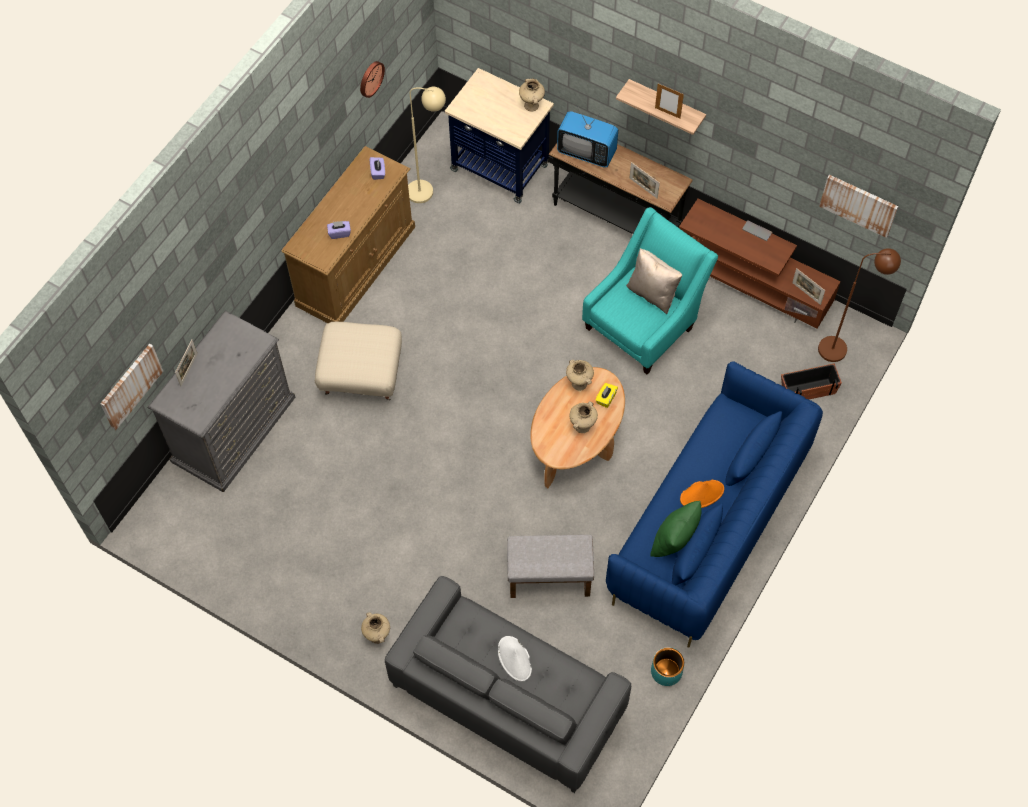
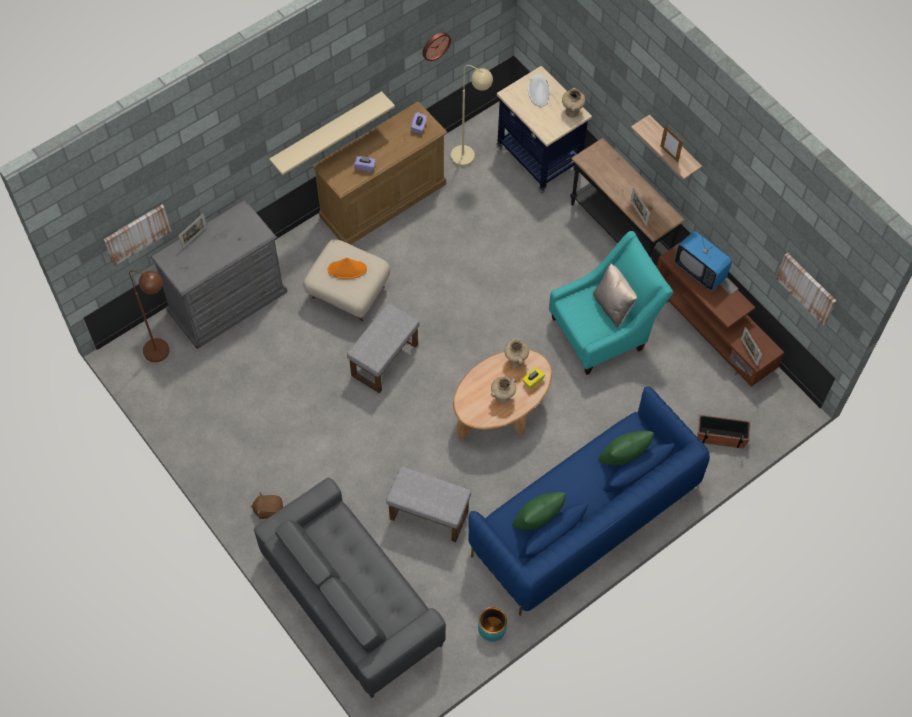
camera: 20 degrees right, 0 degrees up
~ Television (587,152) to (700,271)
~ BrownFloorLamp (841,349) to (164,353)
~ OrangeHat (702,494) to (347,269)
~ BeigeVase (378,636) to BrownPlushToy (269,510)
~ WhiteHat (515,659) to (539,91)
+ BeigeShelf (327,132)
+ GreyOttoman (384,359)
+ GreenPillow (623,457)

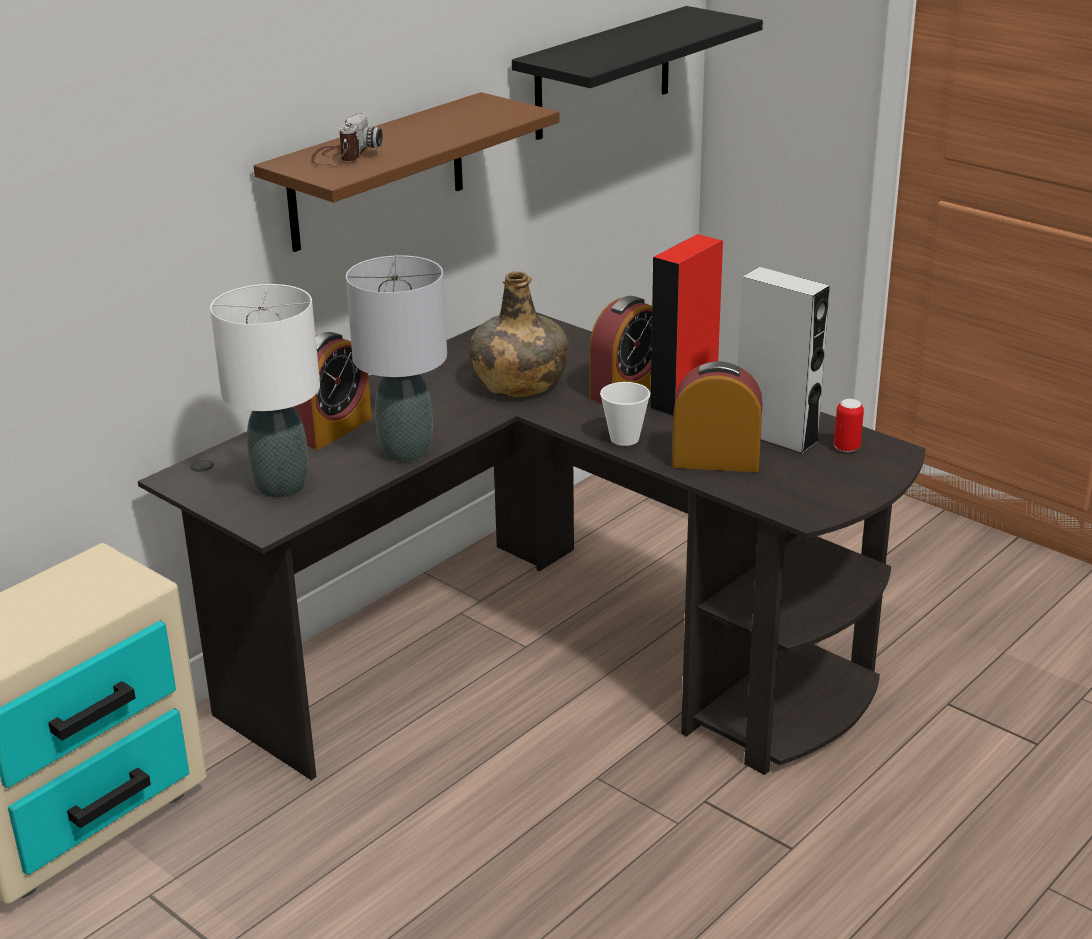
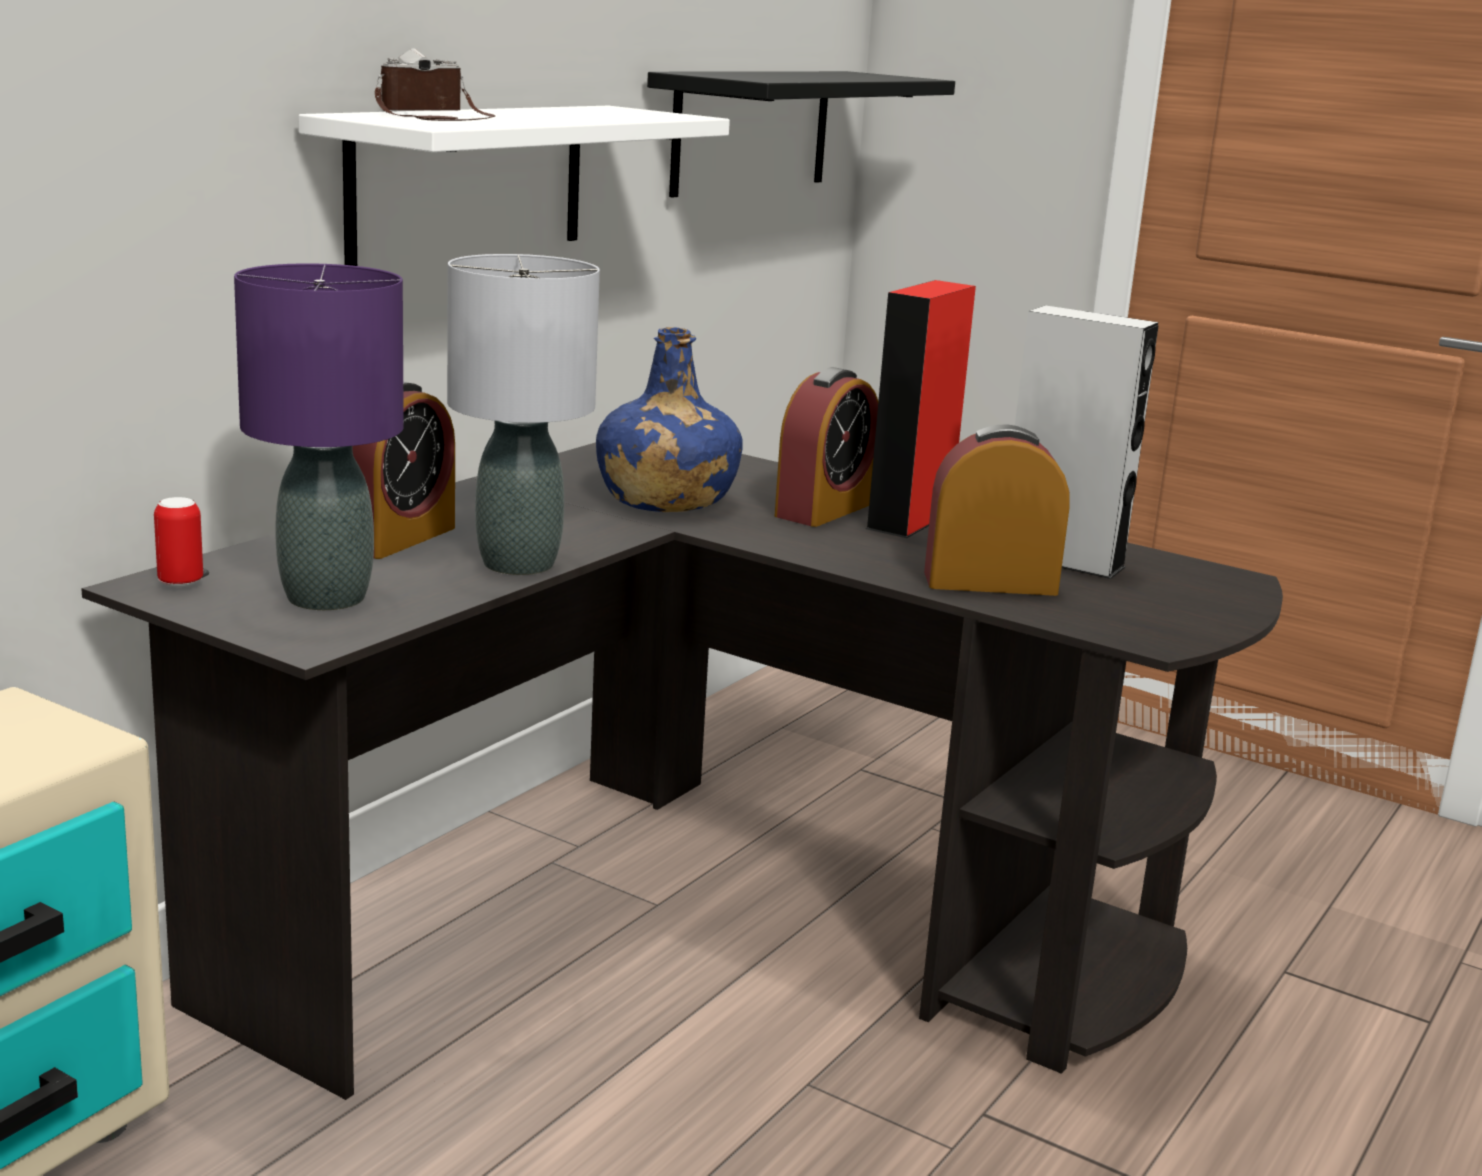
camera: 10 degrees left, 10 degrees down
~ BrownShelf (377,173) to WhiteShelf (468,182)
~ PhotoCamera (342,155) = (435,116) 135 degrees counterclockwise
~ GreenBottle (518,383) to BlueBottle (664,499)
~ WhiteTableLamp (282,486) to PurpleTableLamp (327,597)
- Cup (624,439)
~ Can (846,448) to (180,582)

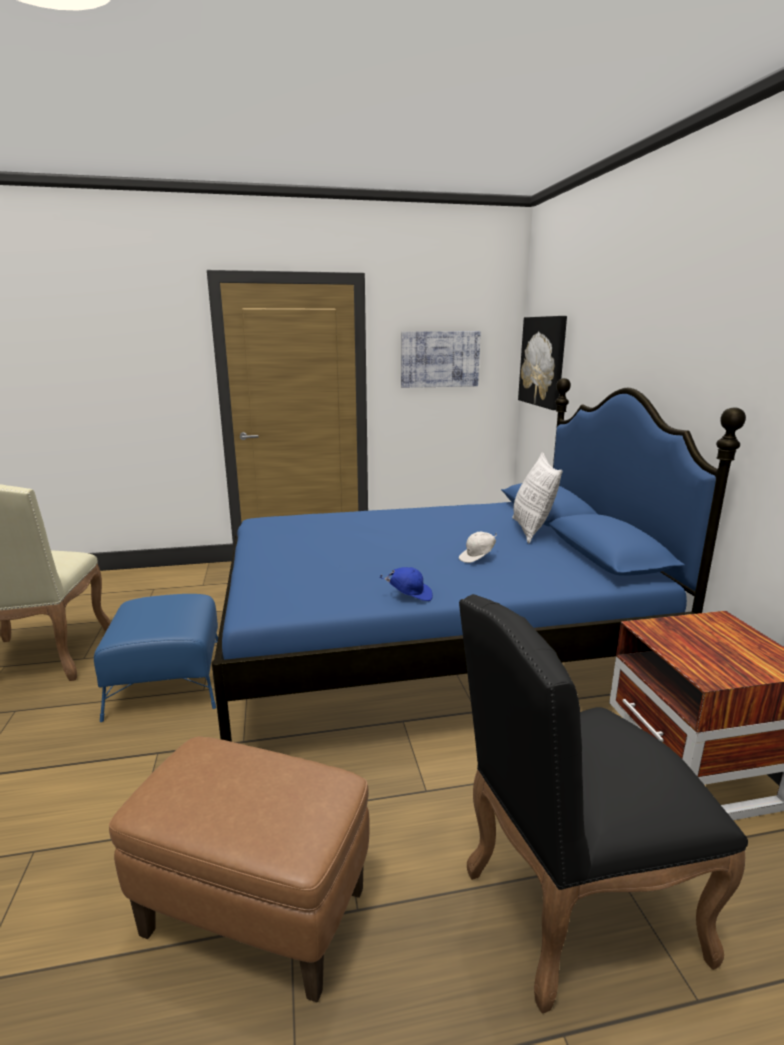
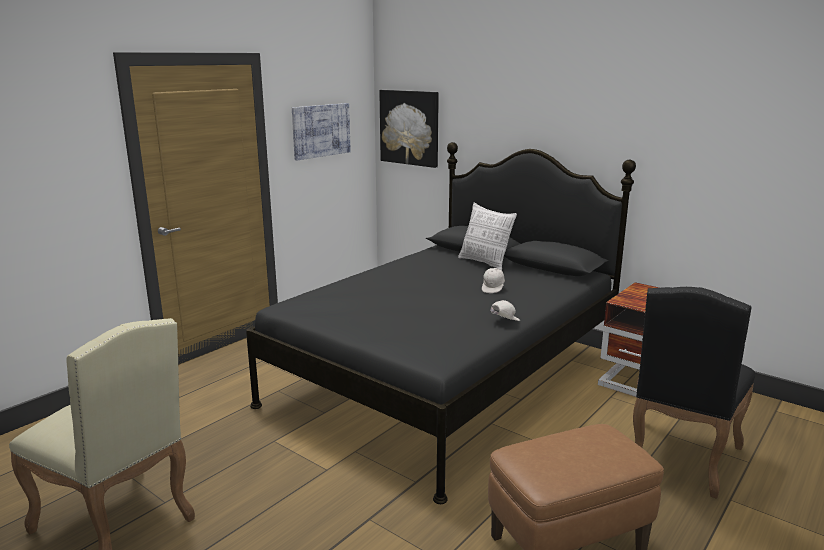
camera: 40 degrees left, 0 degrees up
~ BlueBed (430,655) to BlackBed (447,380)
~ BlueCap (409,595) to WhiteCap (503,321)
- BlueOttoman (167,684)

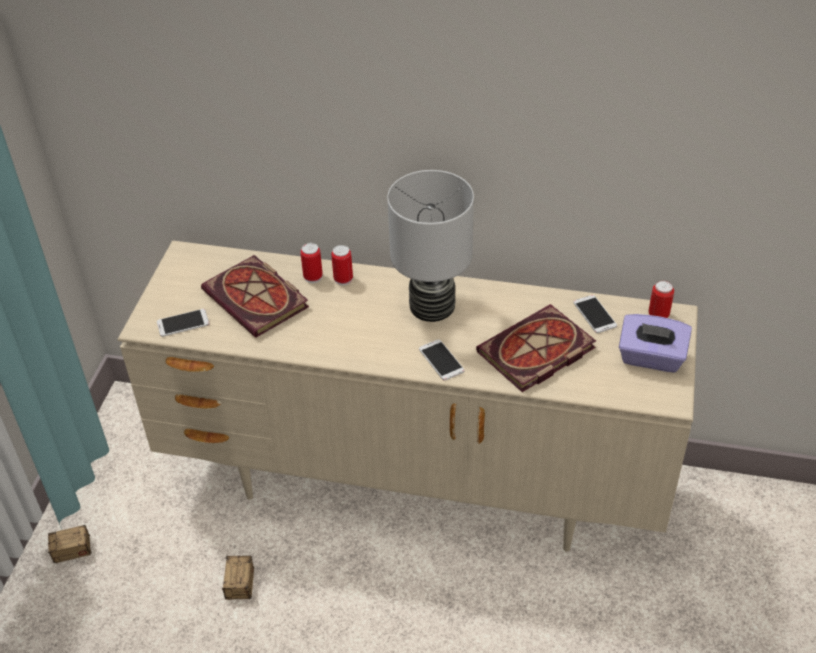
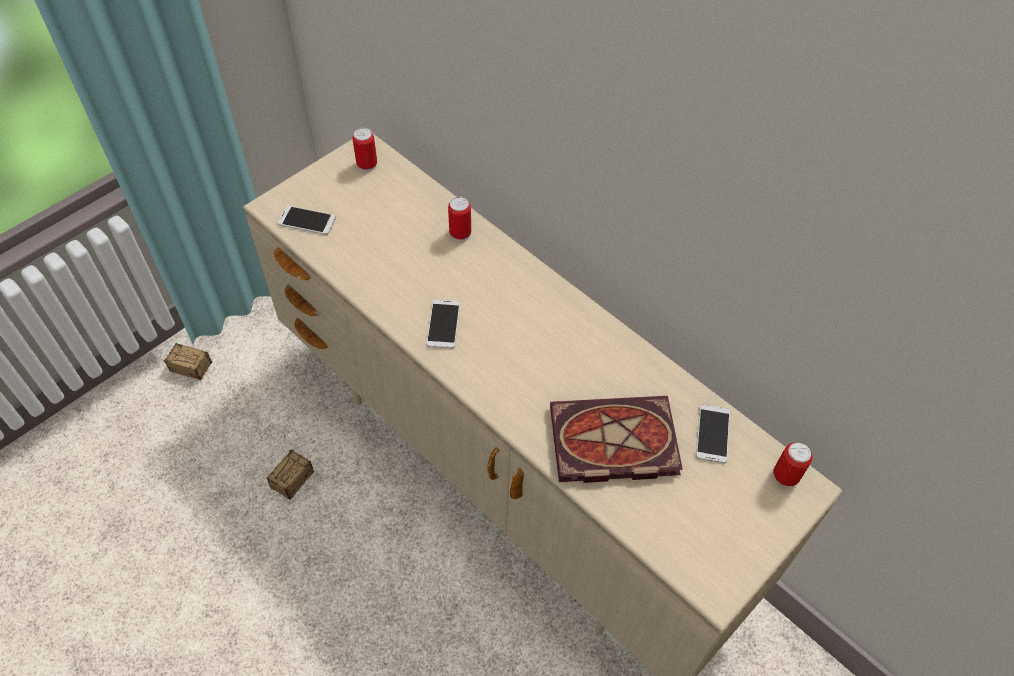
camera: 30 degrees right, 10 degrees up
- GreyTableLamp (431,306)
~ Can (343,279) to (367,164)
- Book (258,299)
- PurpleTissueBox (651,358)
~ Phone (441,360) to (443,324)

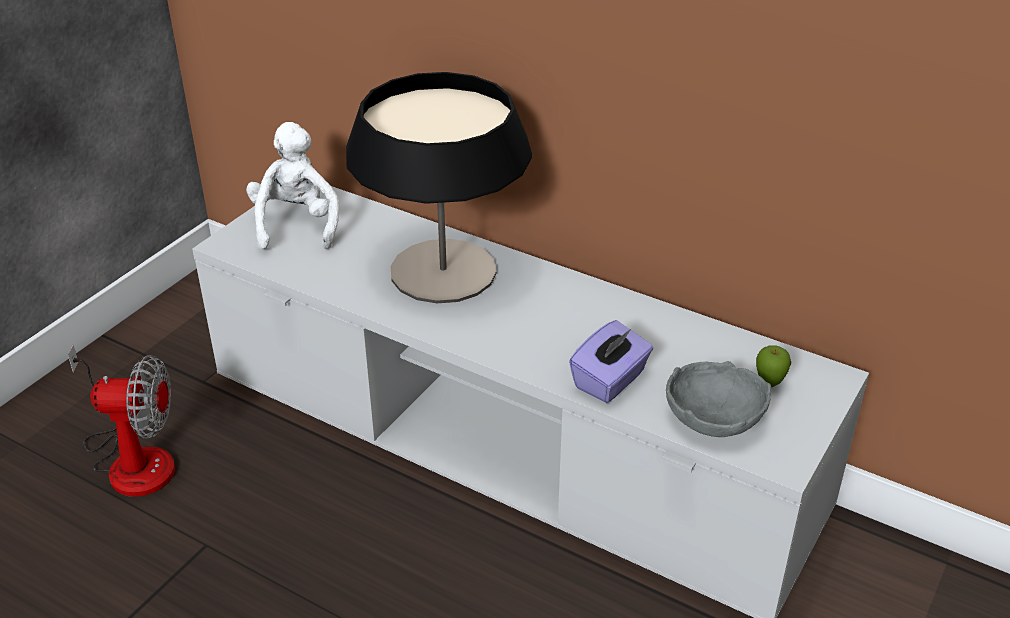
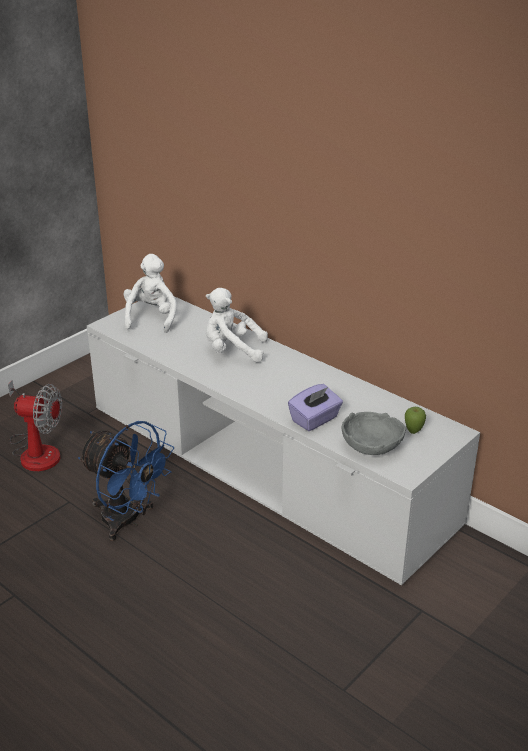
camera: 10 degrees right, 5 degrees down
~ TableLamp (443,271) to WhitePlushToy (232,351)
+ BlueFan (128,521)

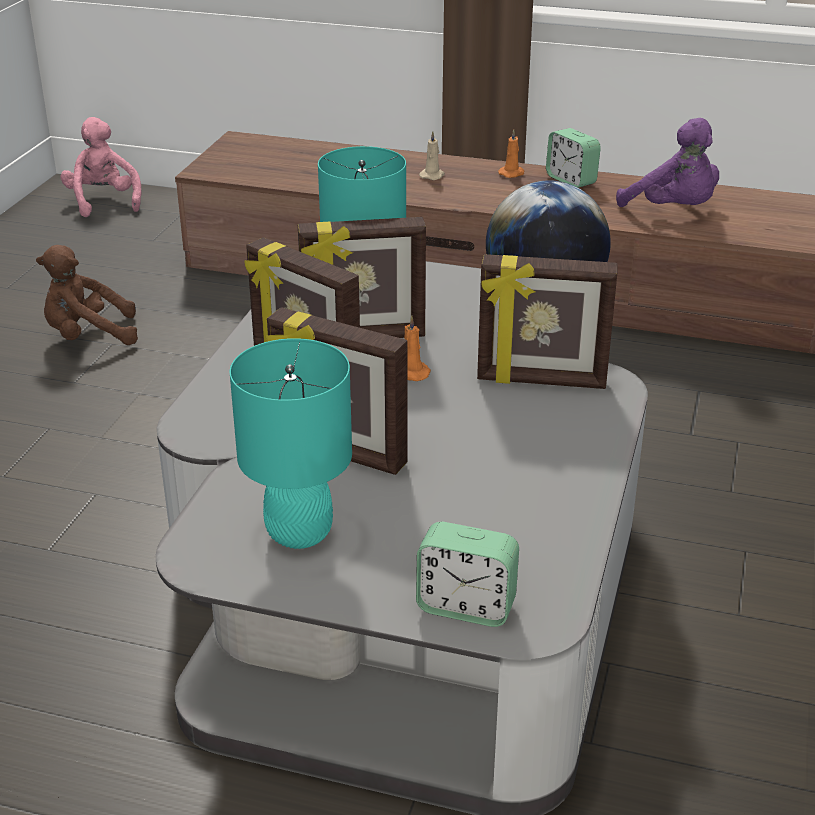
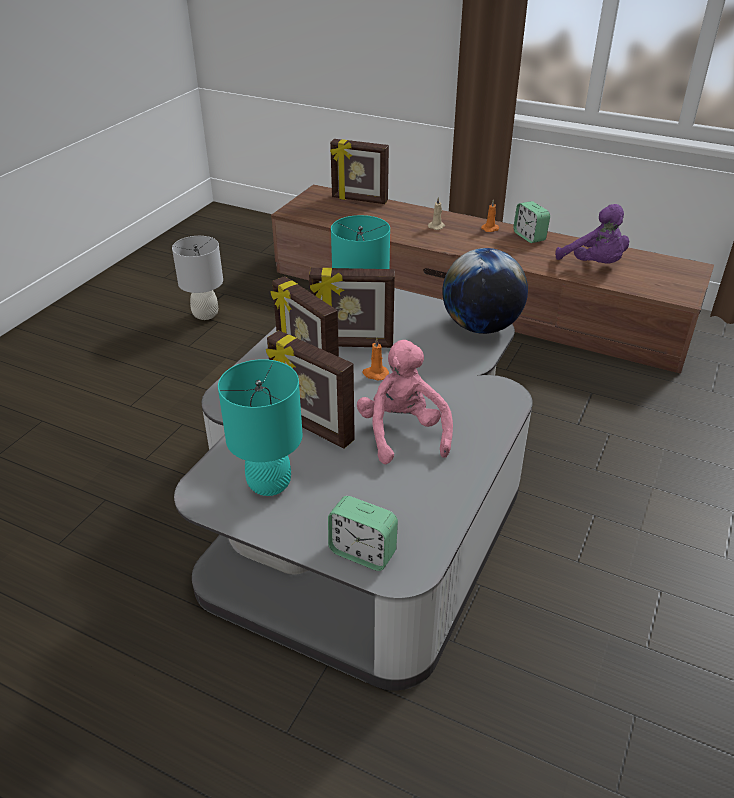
camera: 10 degrees right, 5 degrees up
~ PinkPlushToy (103,202) to (403,433)
~ BrownPlushToy (88,336) to GreyTableLamp (205,315)
~ PictureFrame (541,381) to (359,200)

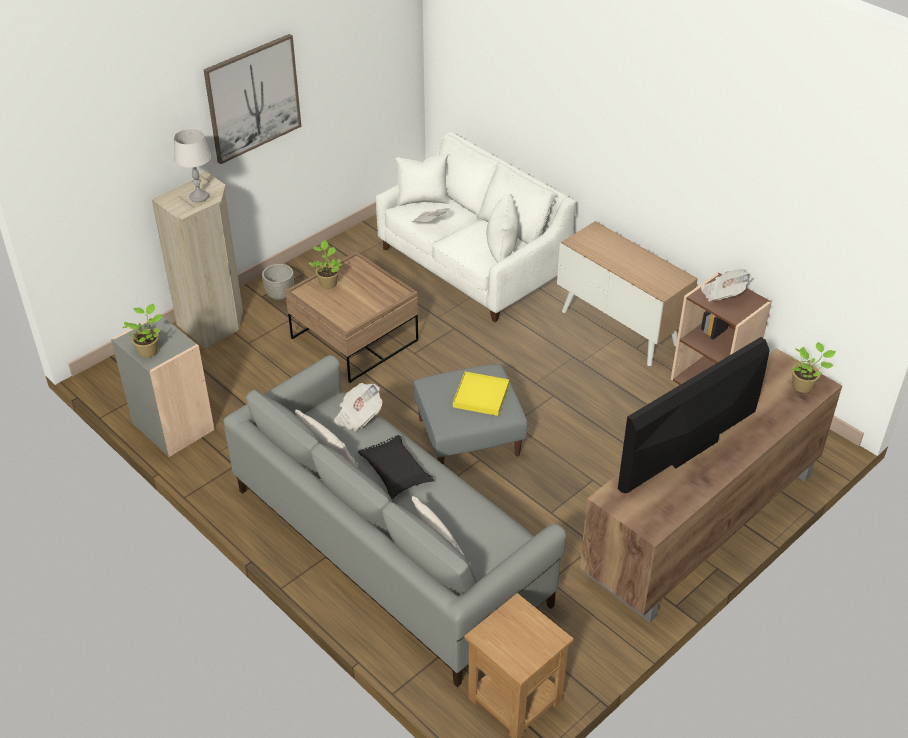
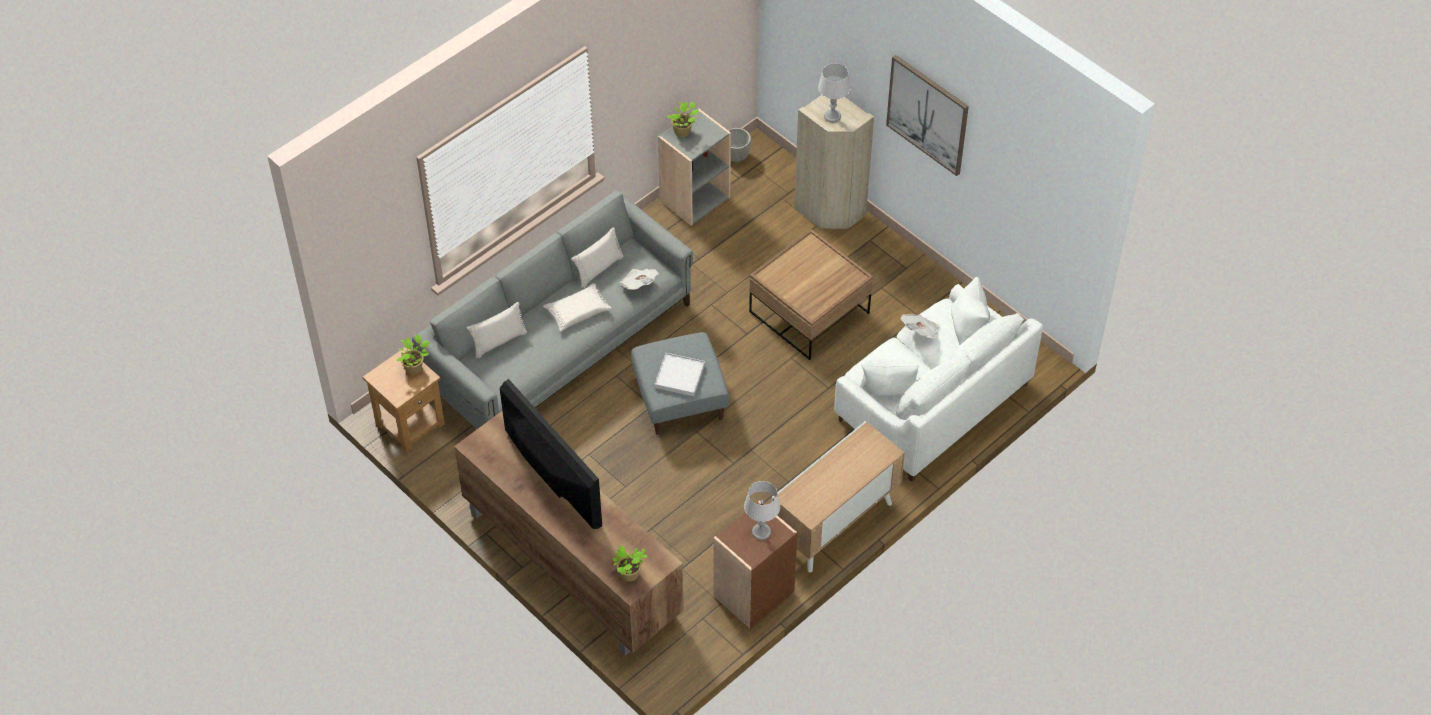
camera: 90 degrees right, 10 degrees up
~ PottedPlant (328,283) to (415,368)
~ GreyPlanter (280,296) to (736,156)
~ Newspaper (723,294) to GreyTableLamp (761,532)
~ YellowTray (481,395) to WhiteTray (679,376)
~ BlackPillow (395,470) to WhitePillow (577,310)

